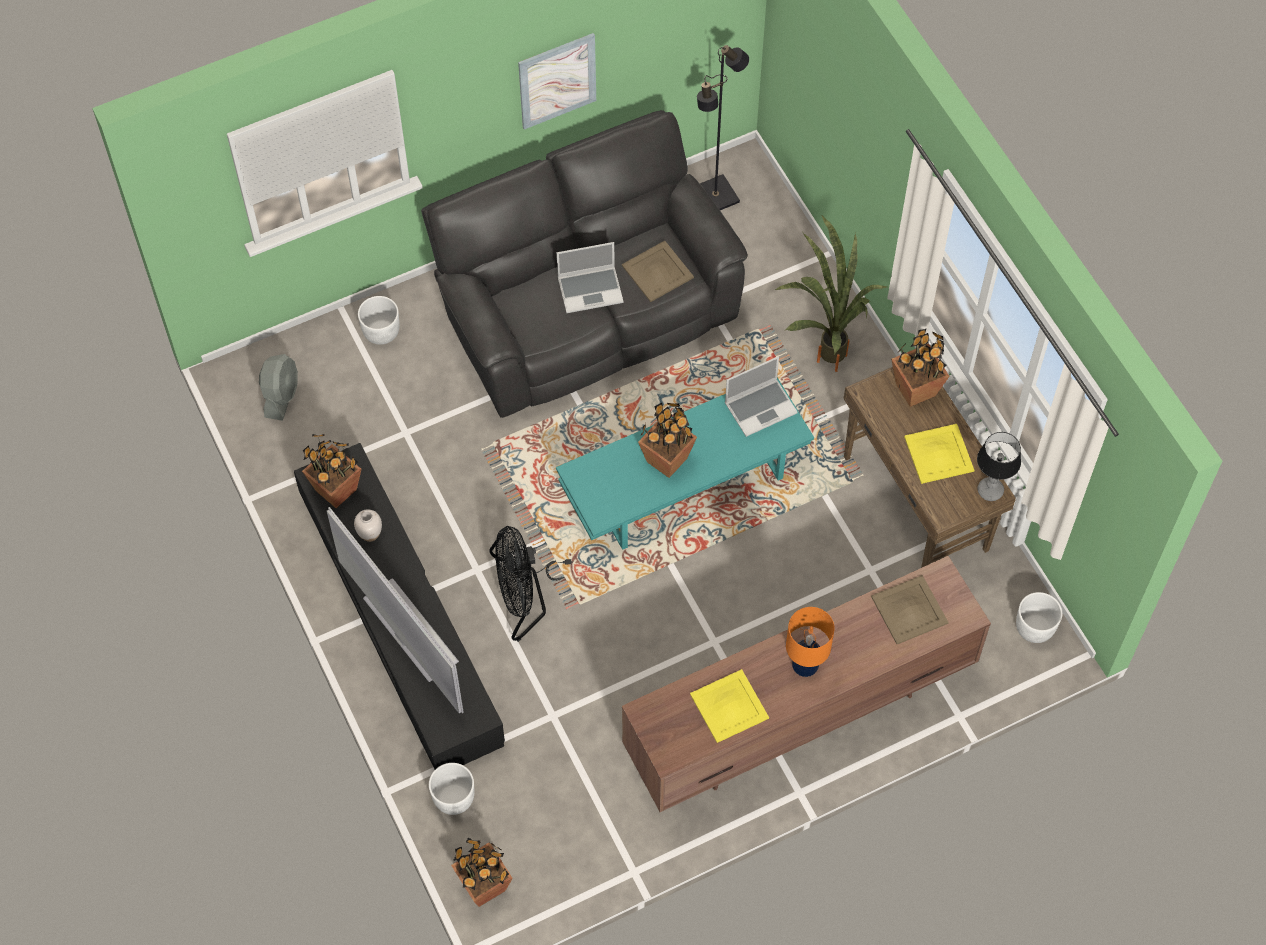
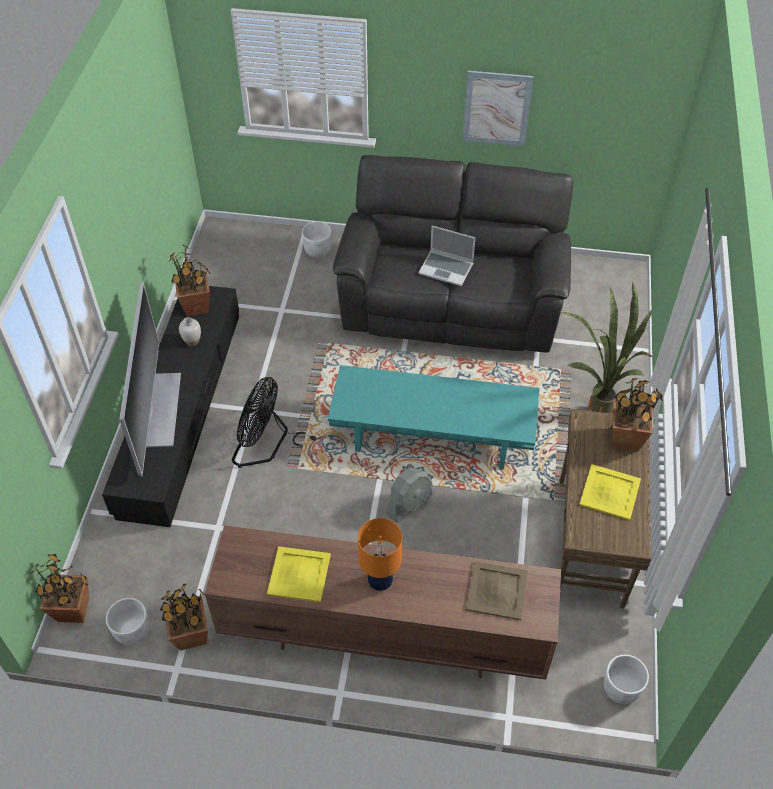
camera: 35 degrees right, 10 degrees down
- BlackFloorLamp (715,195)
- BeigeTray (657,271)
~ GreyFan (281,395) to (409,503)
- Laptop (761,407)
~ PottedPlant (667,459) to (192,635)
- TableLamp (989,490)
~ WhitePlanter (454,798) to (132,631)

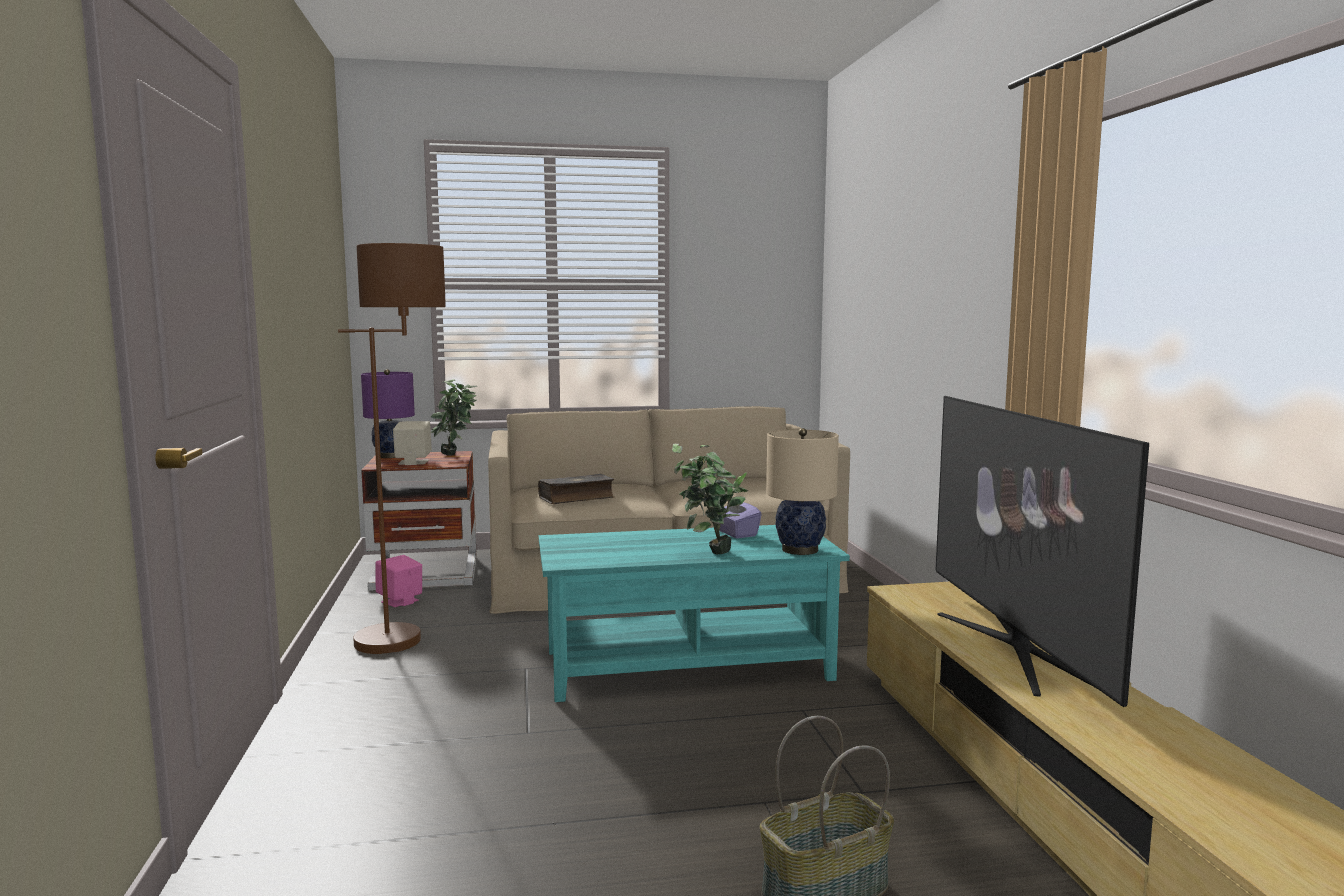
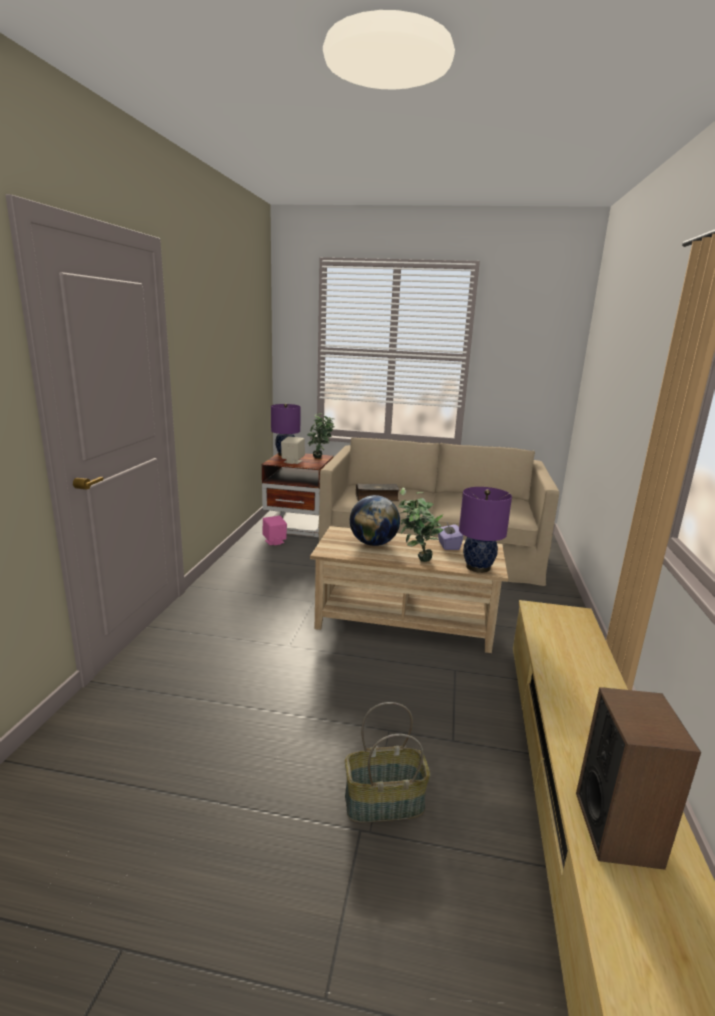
camera: 20 degrees right, 10 degrees up
- BrownFloorLamp (408,639)
- Television (1014,648)
~ BeigeTableLamp (800,550) to PurpleTableLamp (478,567)
~ TurquoiseCoffeeTable (687,665) to BeigeCoffeeTable (405,620)
+ Globe (373,543)
+ Speaker (617,828)

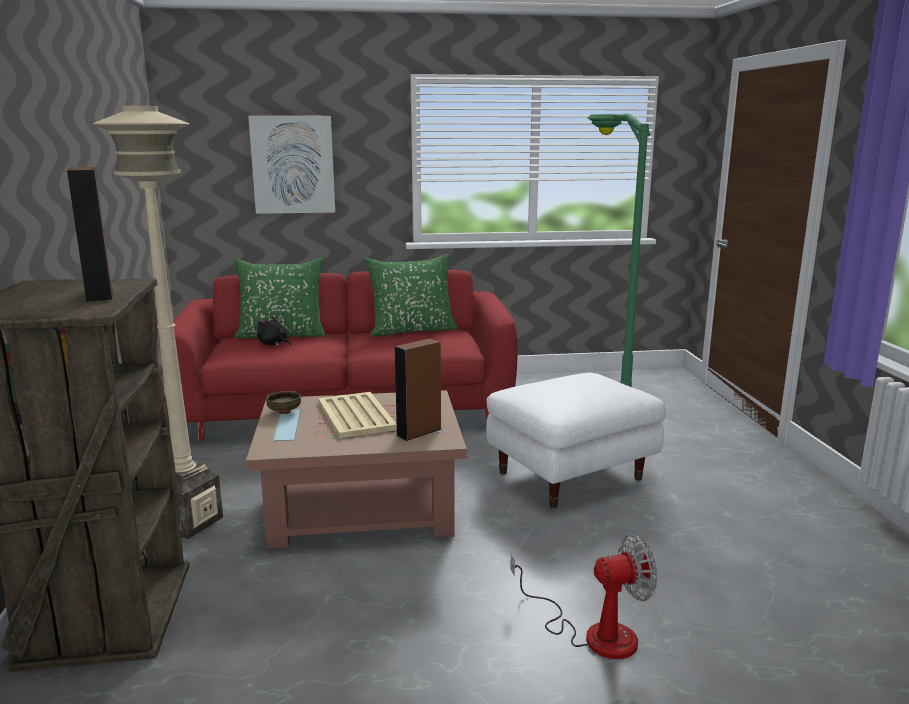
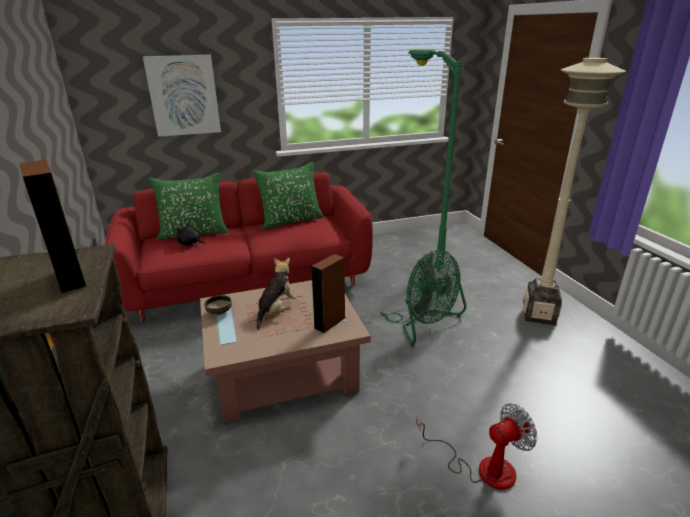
camera: 10 degrees left, 10 degrees up
~ BeigeFloorLamp (188,522) to (539,314)
~ WhiteOttoman (572,476) to GreenFan (422,324)
~ BeigeTray (356,416) to PlushToy (276,310)

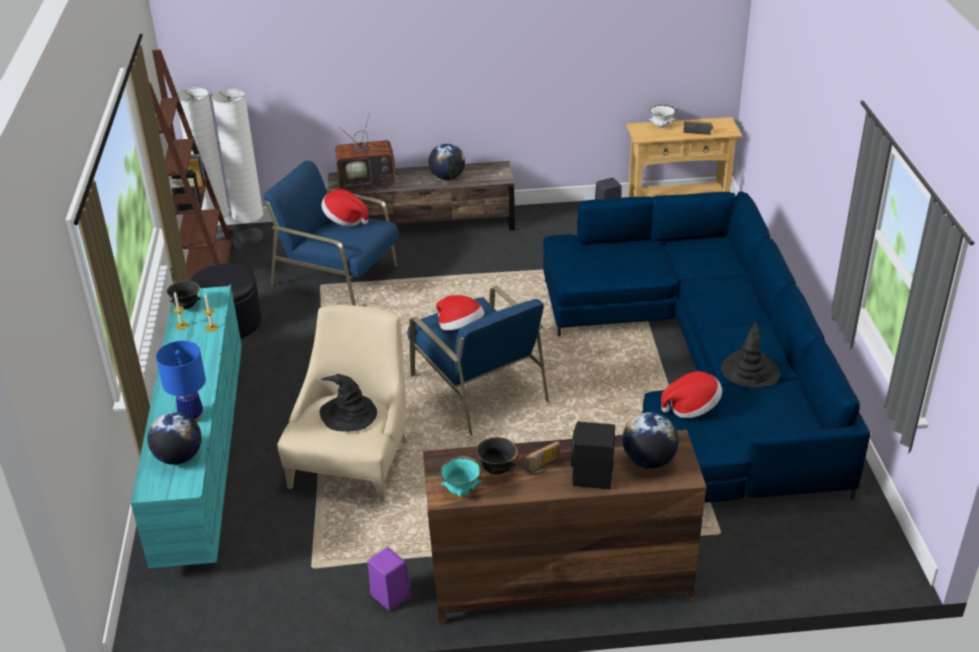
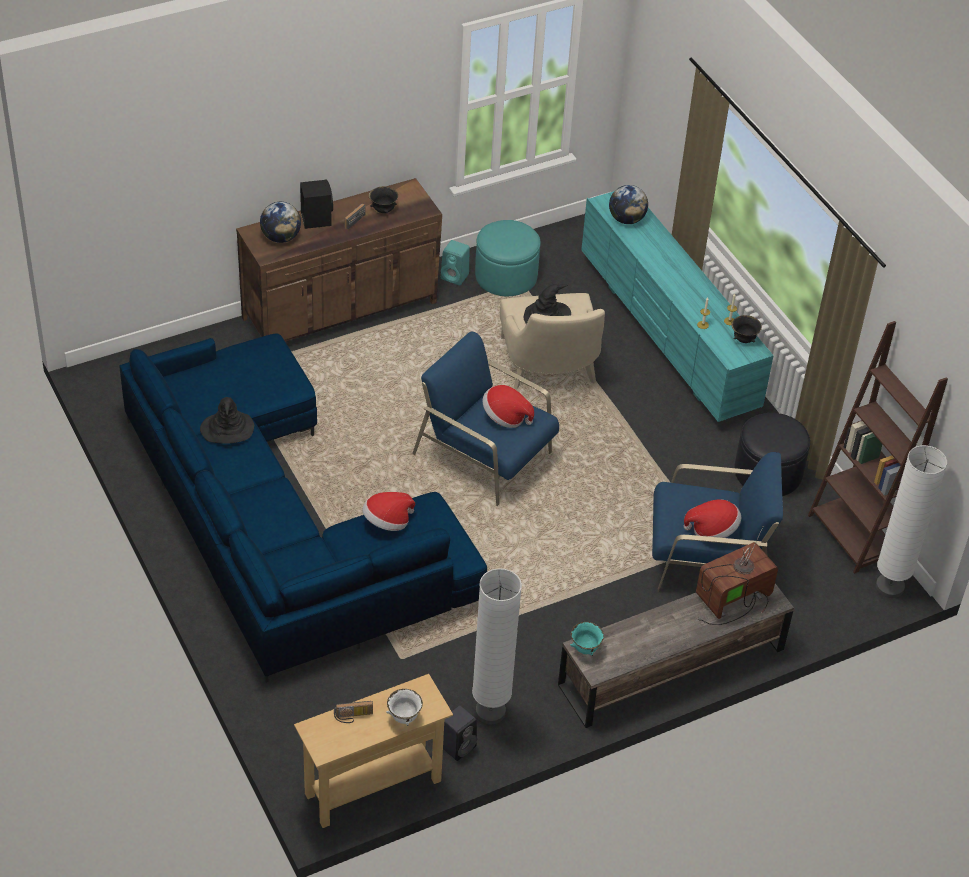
camera: 155 degrees right, 10 degrees up
~ WhiteFloorLamp (251,237) to (490,712)
- Globe (447,177)
- BlueTableLamp (191,416)
~ Hat (692,408) to (387,522)
~ TurquoiseBowl (462,491) to (585,649)
~ PurpleSpeaker (389,595) to TurquoiseSpeaker (455,276)
+ TurquoiseOttoman (505,276)

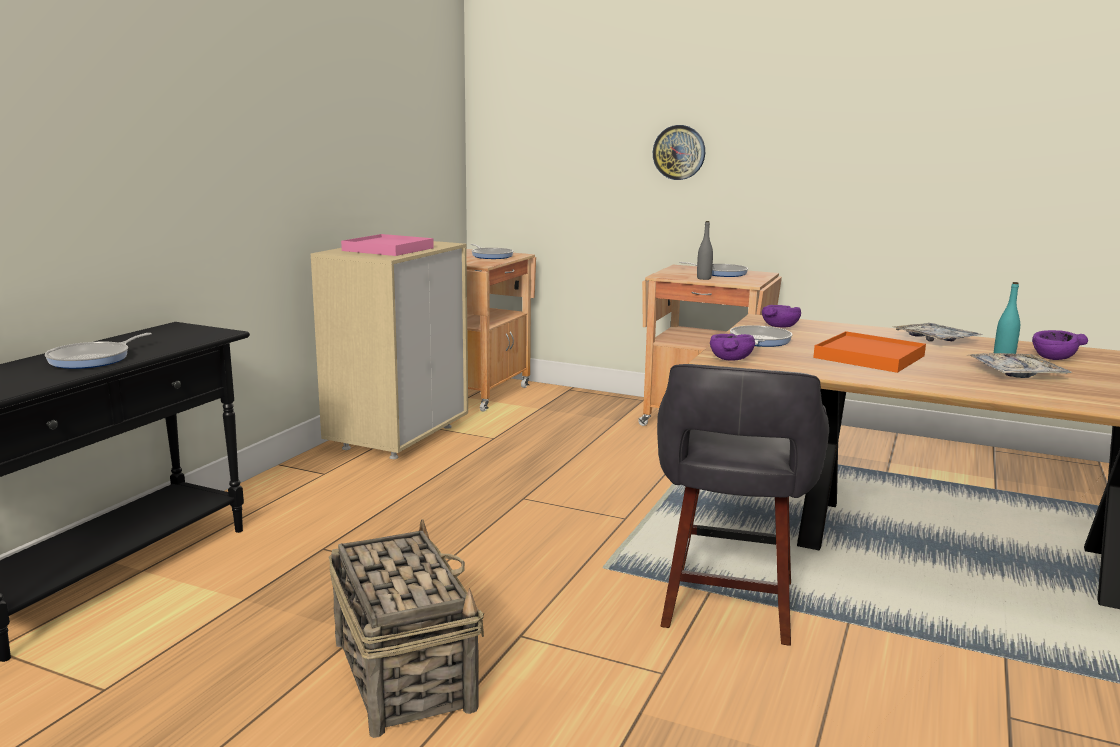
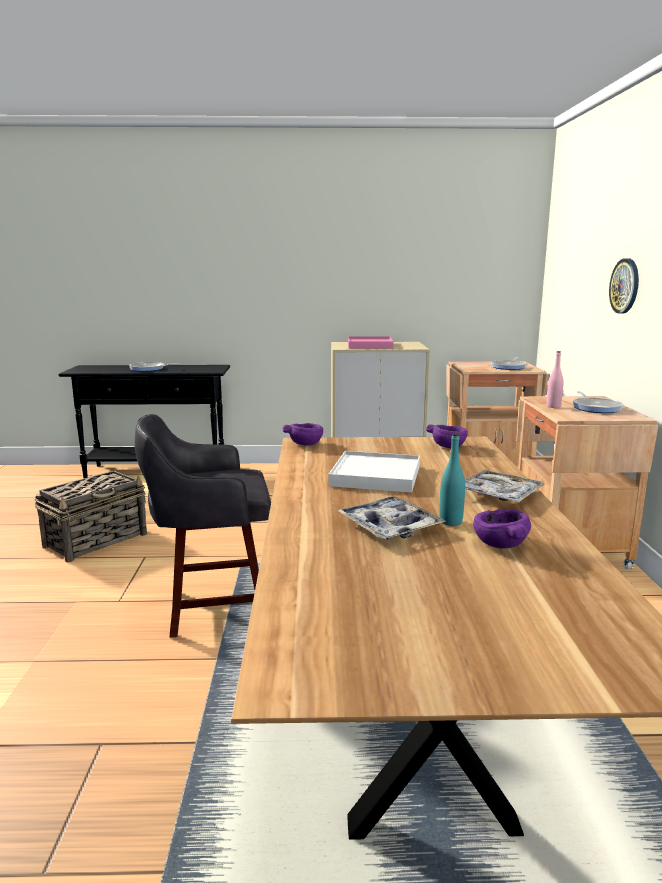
camera: 65 degrees right, 0 degrees up
~ GreyBottle (704,278) to PinkBottle (553,406)
- FryingPan (759,341)
~ OrangeTray (869,357) to WhiteTray (375,476)

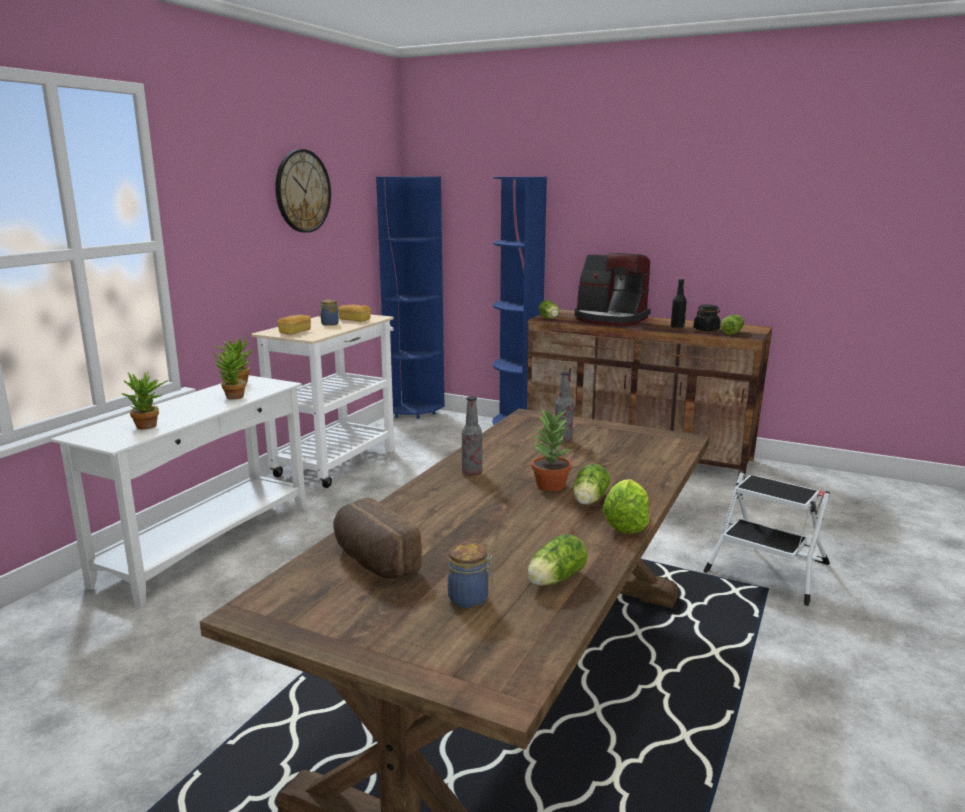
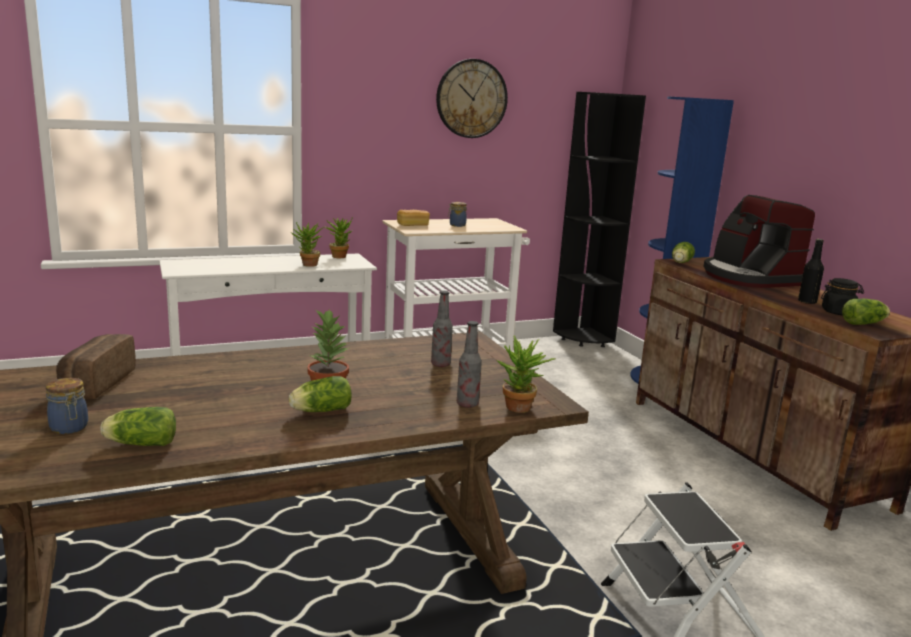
camera: 40 degrees right, 0 degrees up
~ BlueBookcase (415,414) to BlackBookcase (583,342)
- Bread (354,320)
~ PottedPlant (149,427) to (520,410)
~ Bottle (472,472) to (467,404)
- Lettuce (626,524)

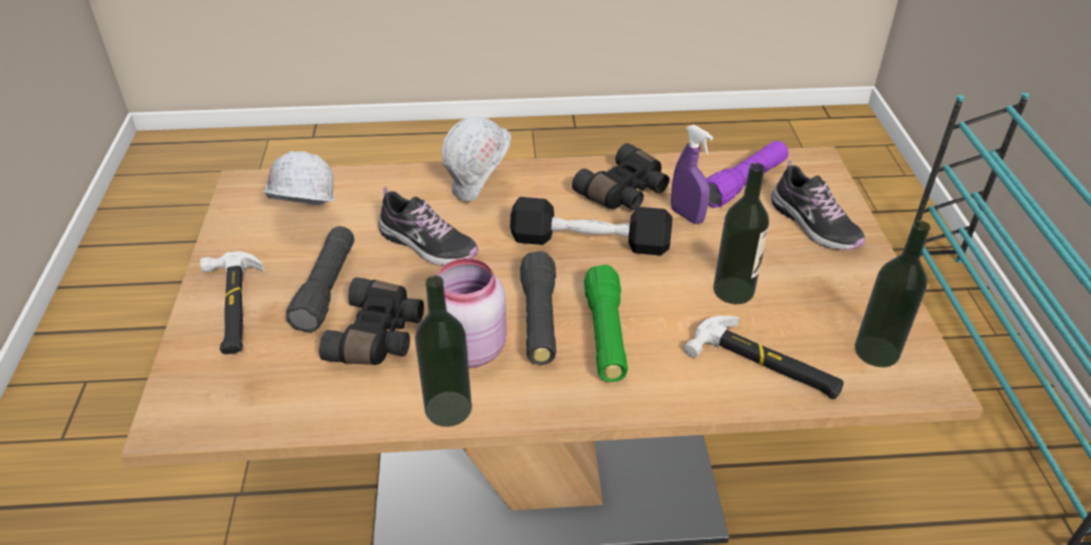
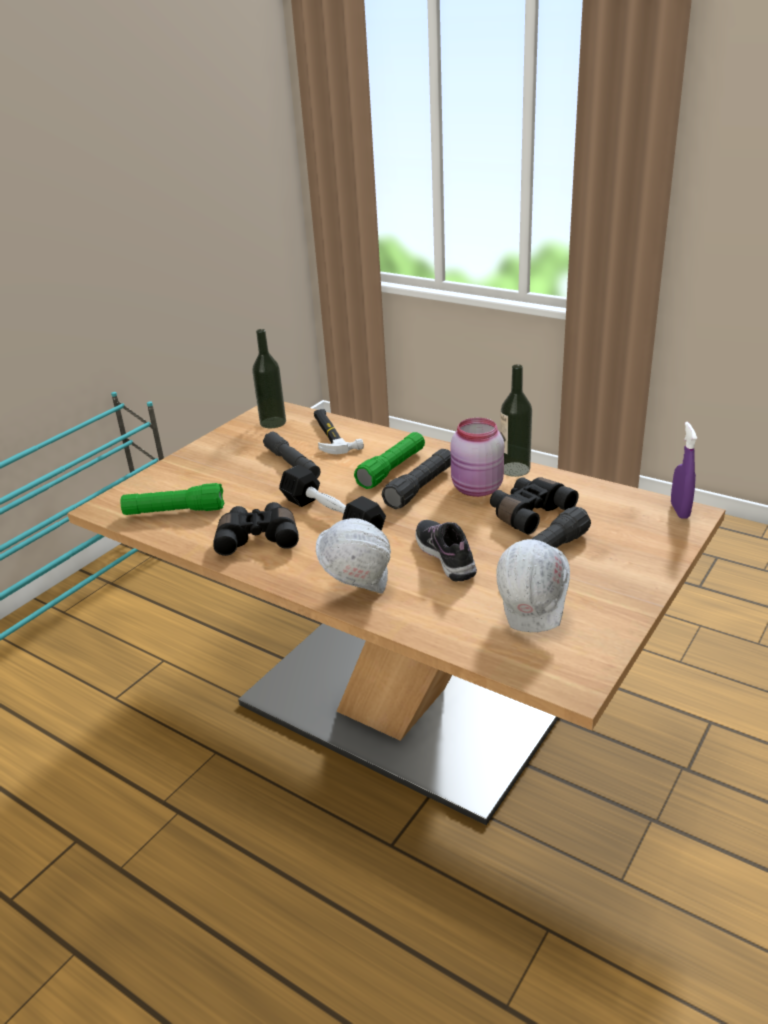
camera: 140 degrees left, 10 degrees down
~ PurpleSprayBottle (687,216) to (679,510)
~ PurpleFlashlight (744,184) to GreenFlashlight (175,512)
- Shoe (814,224)
~ Bottle (733,290) to GreyFlashlight (292,464)
- Hammer (232,306)

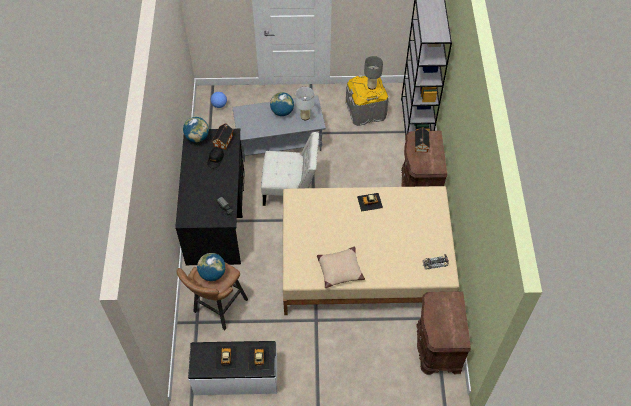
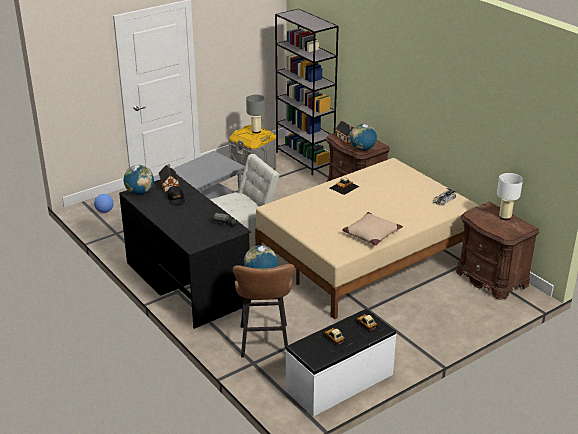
camera: 35 degrees left, 25 degrees down
~ WhiteTableLamp (305,116) to (504,217)
~ Globe (282,112) to (362,149)

